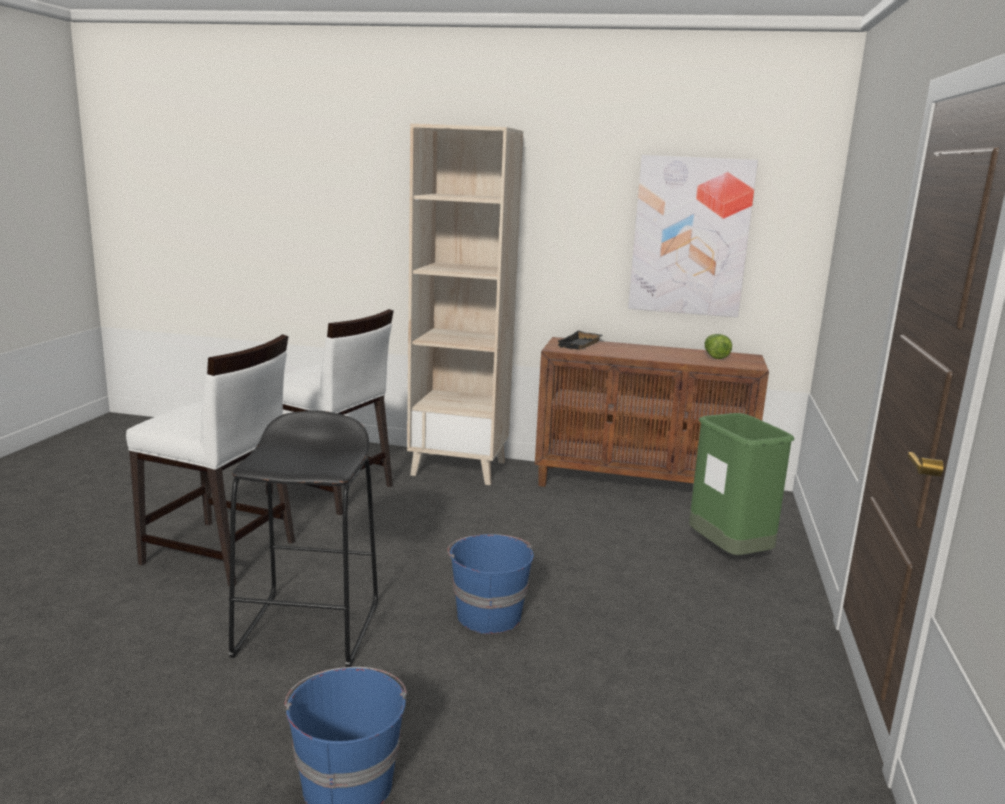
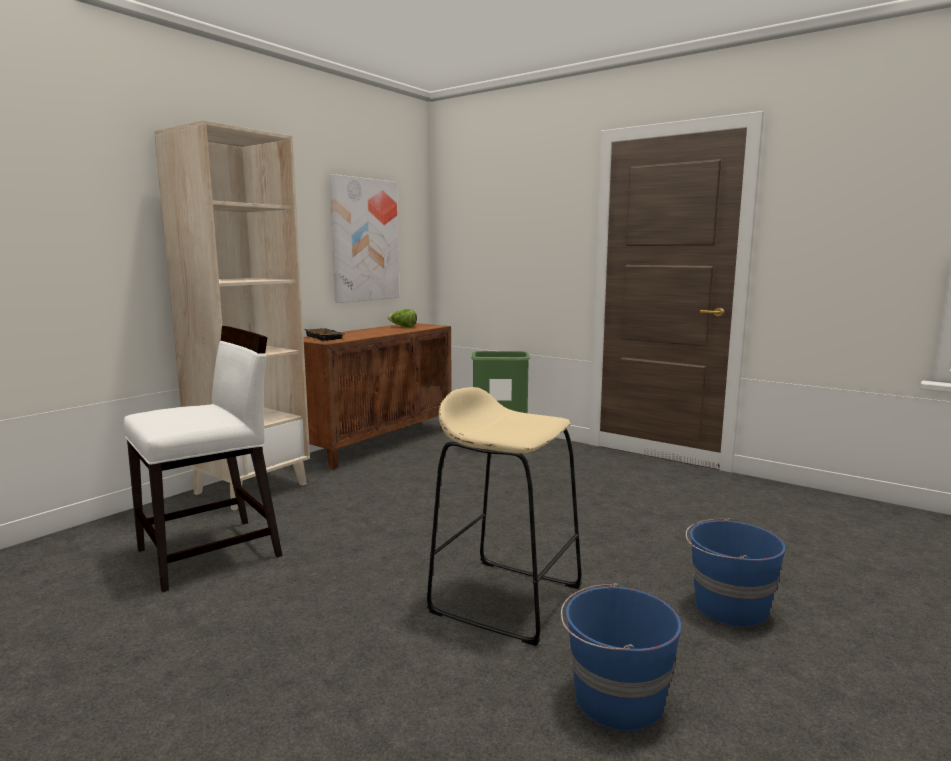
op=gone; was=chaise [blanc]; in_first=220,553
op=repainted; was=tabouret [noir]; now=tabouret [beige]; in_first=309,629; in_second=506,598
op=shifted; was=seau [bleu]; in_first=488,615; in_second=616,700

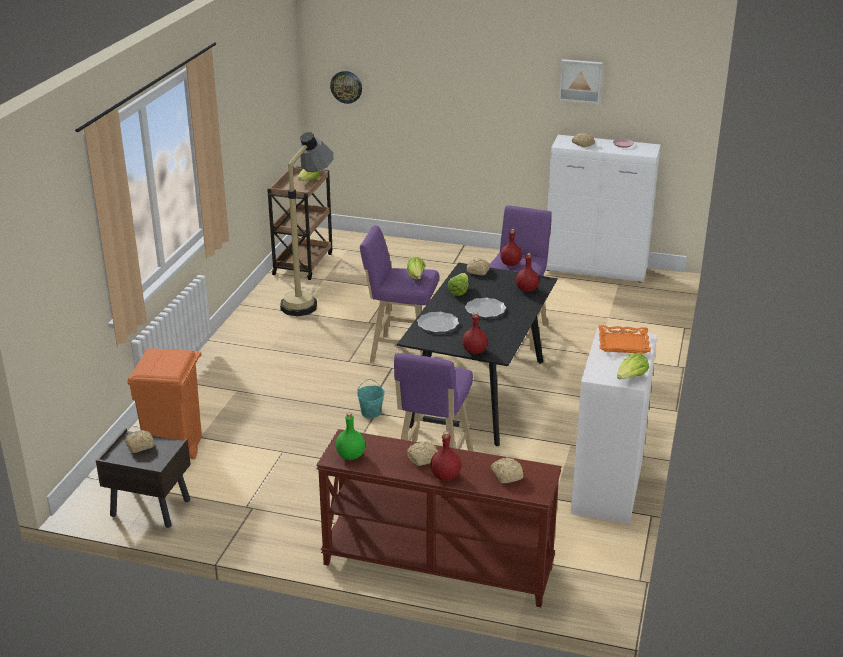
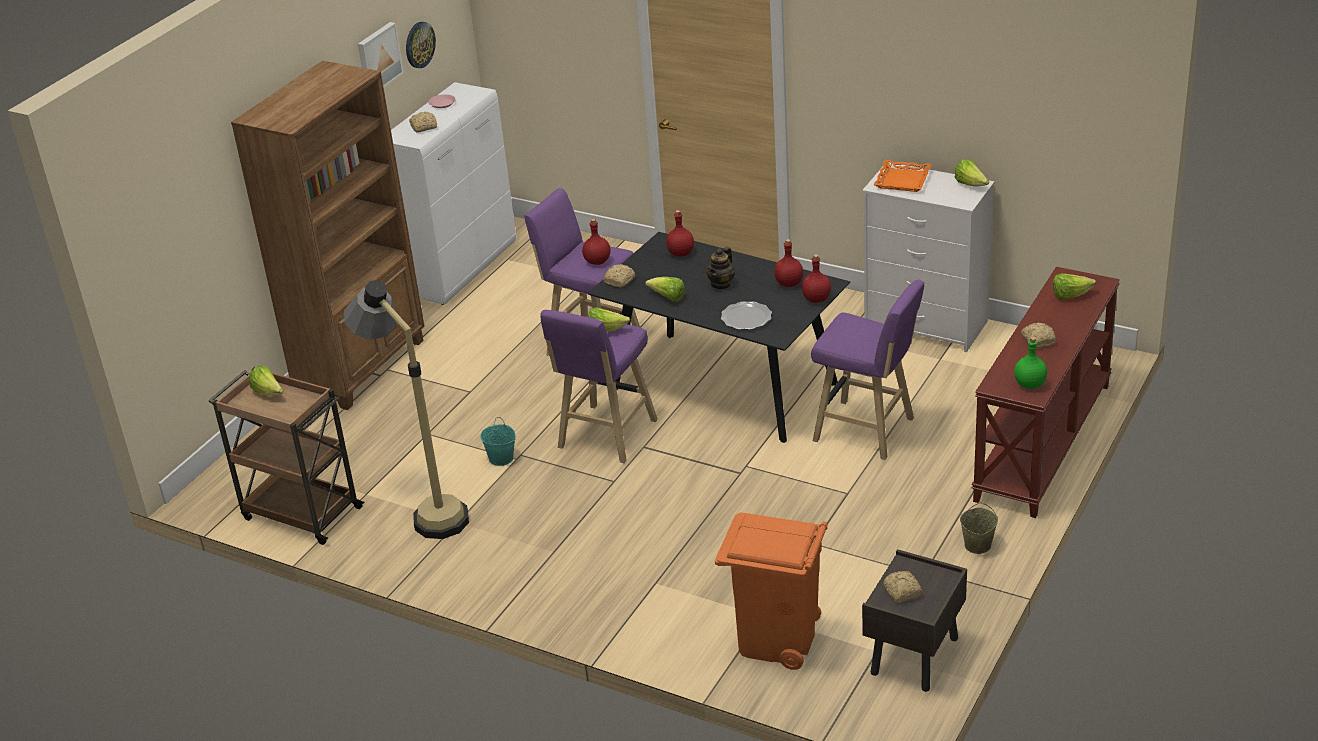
op=shifted; was=horloge murale; in_first=346,87; in_second=419,44
op=shifted; was=seau [turquoise]; in_first=371,413; in_second=501,459
op=shifted; was=bouteille [rouge]; in_first=445,476; in_second=789,283
op=swapped; was=assiette; now=théière; in_first=485,310; in_second=721,284
op=swapped; was=pain; now=laitue; in_first=507,475; in_second=1070,296
op=new; now=bibliothèque [marron]; in_second=362,367
op=new; now=seau [beige]; in_second=977,545

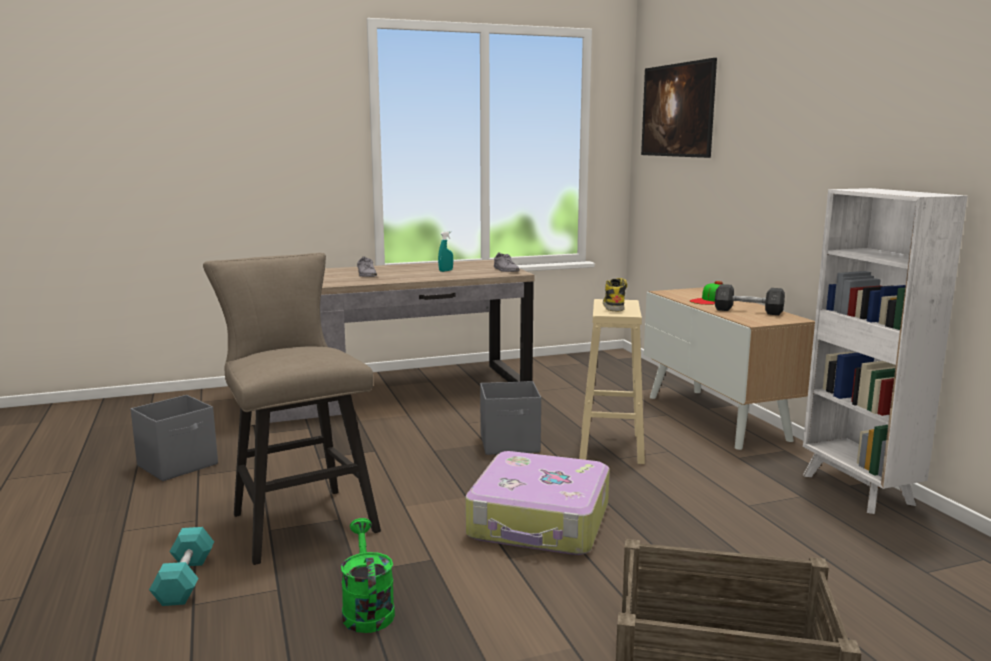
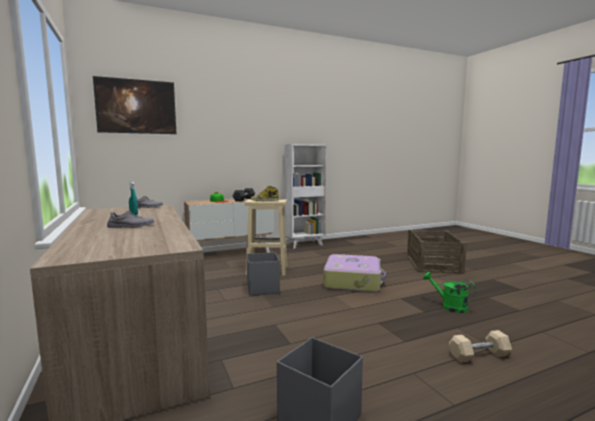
op=repainted; was=haltère [turquoise]; now=haltère [beige]; in_first=185,580; in_second=479,355
op=gone; was=tabouret [beige]; in_first=299,519
op=rotated; was=arrosoir [vert]; in_first=367,609; in_second=449,306; clockwise=60

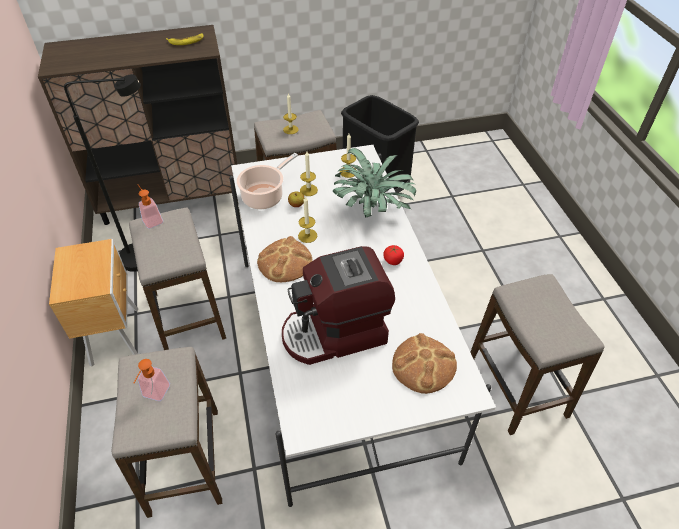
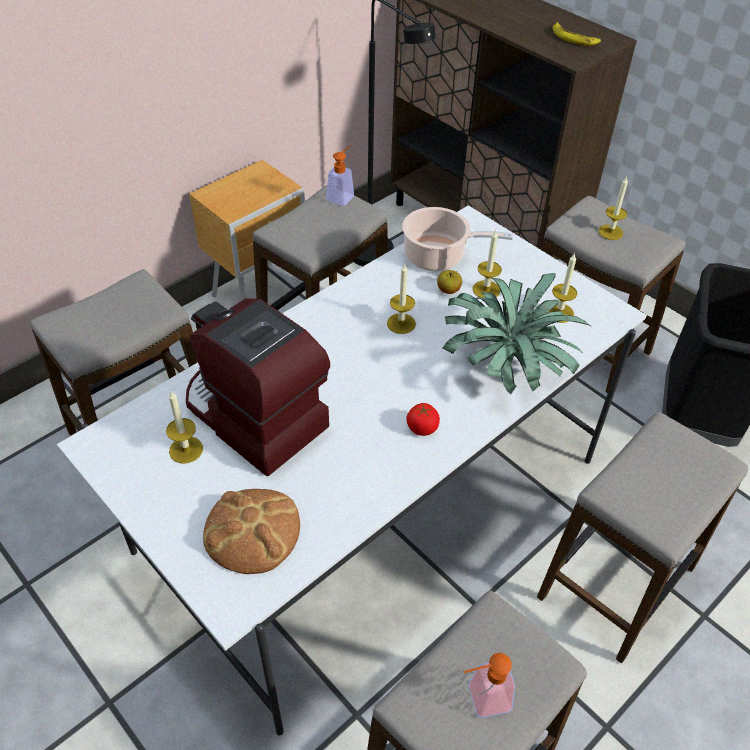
op=shifted; was=distributeur de savon; in_first=154,395; in_second=481,699
op=gone; was=pain; in_first=285,262
op=new; now=bougie; in_second=186,450
op=new; now=tabouret; in_second=617,583

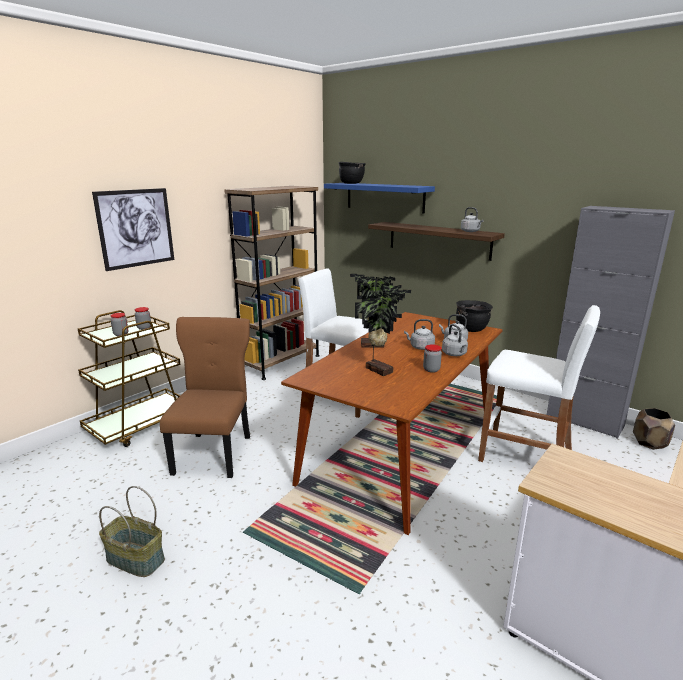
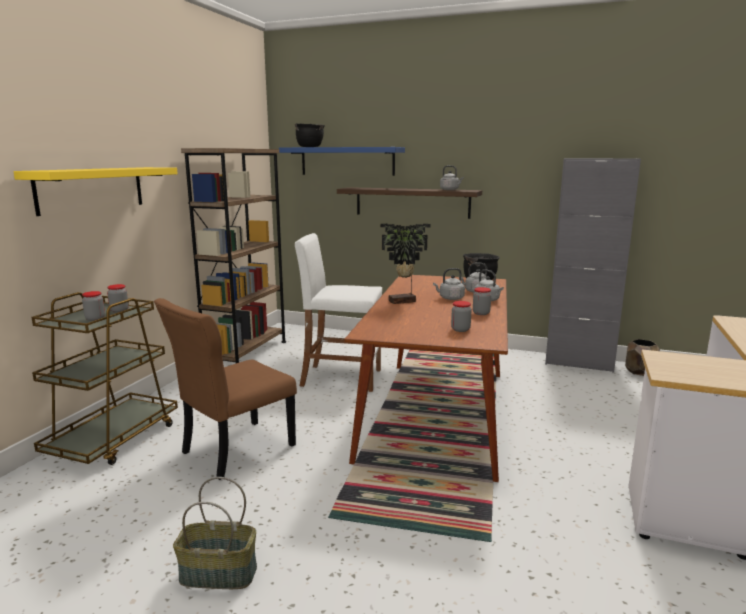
op=swapped; was=tableau; now=étagère [jaune]; in_first=136,228; in_second=91,189
op=rotated; was=chaise [marron]; in_first=214,452; in_second=234,450; clockwise=-120
op=gone; was=plante en pot; in_first=380,369
op=gone; was=tabouret [blanc]; in_first=526,457
op=new; now=bocal; in_second=460,329

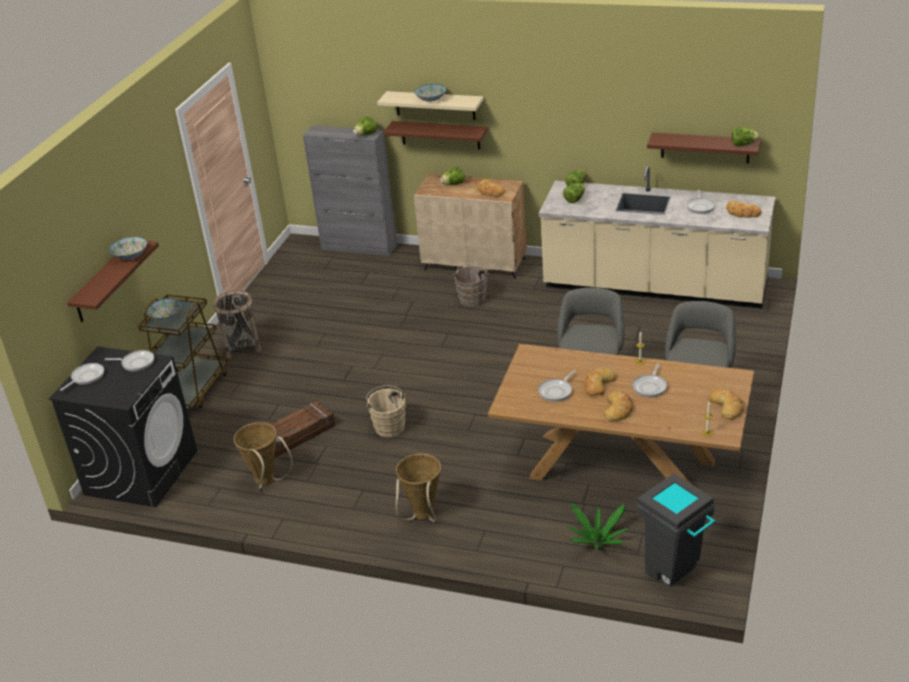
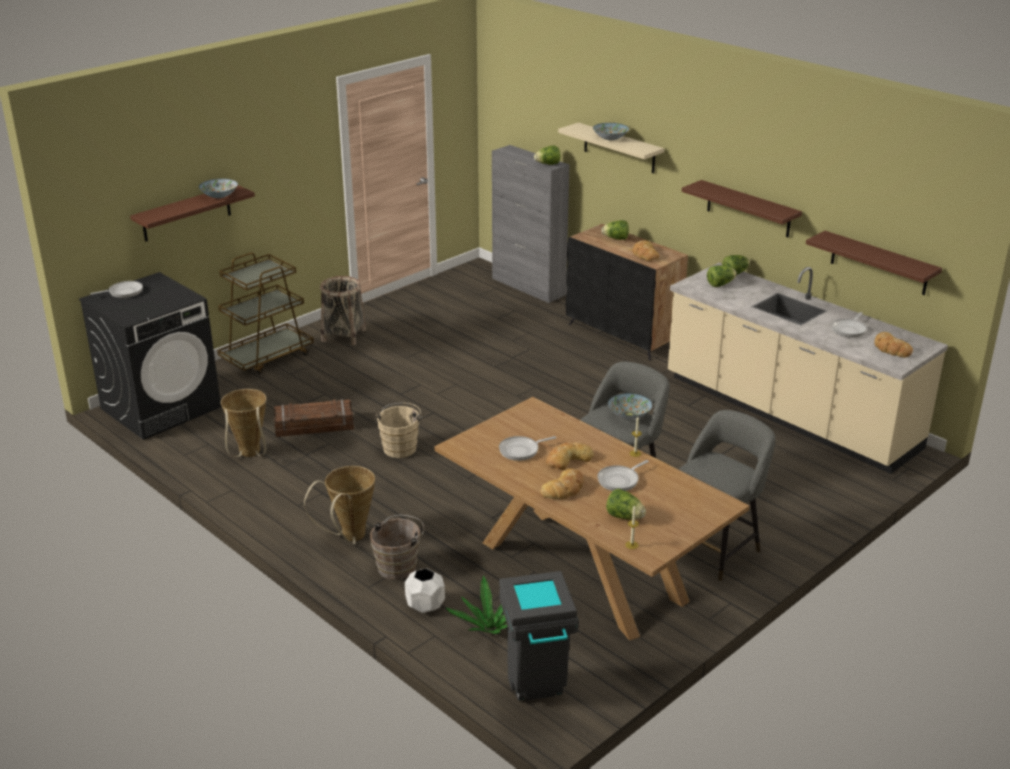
op=gone; was=poêle; in_first=136,363
op=shifted; was=bol; in_first=166,317; in_second=629,415
op=shifted; was=étagère [marron]; in_first=440,135; in_second=748,209
op=repainted; was=meuble de rangement [beige]; now=meuble de rangement [noir]; in_first=475,264; in_second=623,335
op=shifted; was=seau [marron]; in_first=473,298; in_second=399,566
op=gone; was=pain; in_first=727,406
op=shifted; was=laitue; in_first=743,145; in_second=624,517
op=new; now=cache-pot [blanc]; in_second=424,605

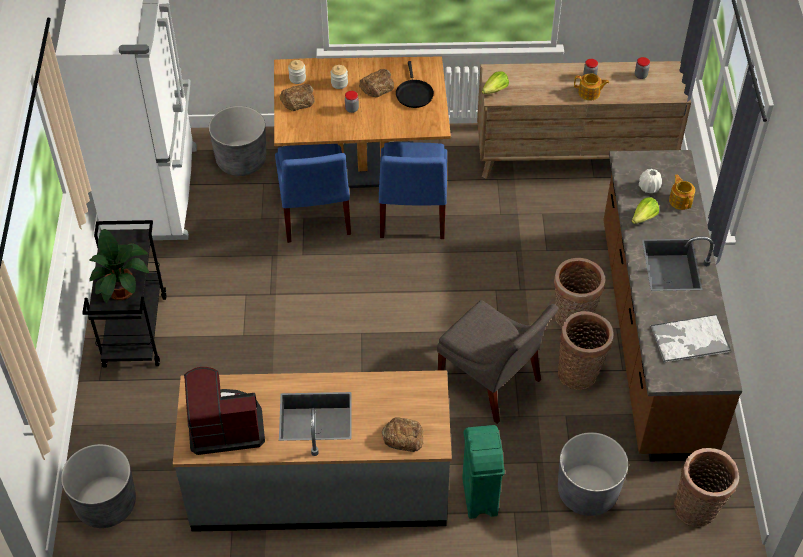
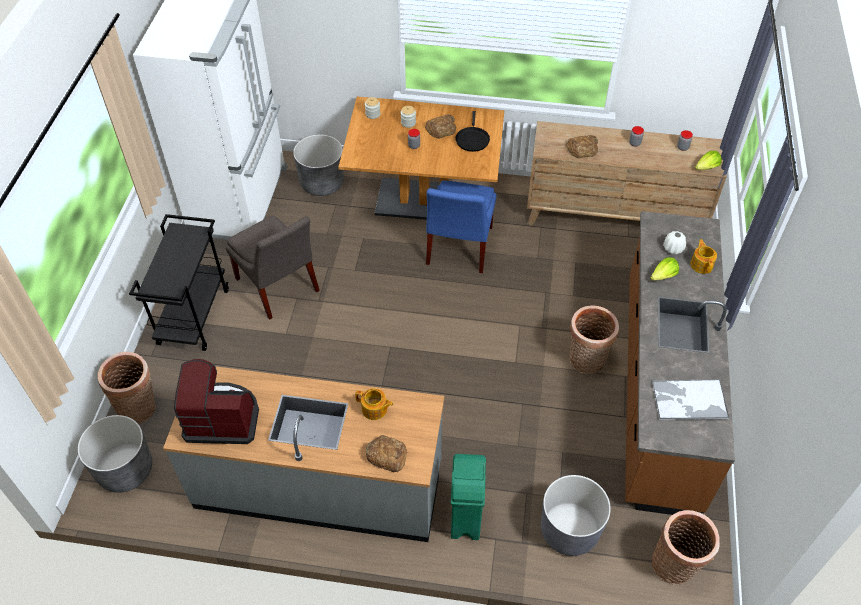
op=gone; was=plante en pot; in_first=122,287
op=gone; was=chaise [bleu]; in_first=314,215
op=shifted; was=pain; in_first=298,100; in_second=582,149
op=shifted; was=chaise [gris]; in_first=492,383; in_second=278,287
op=shifted; was=laitue; in_first=495,90; in_second=707,168
op=shifted; was=panier; in_first=580,372; in_second=139,408
op=shifted; was=théière; in_first=589,93; in_second=375,409

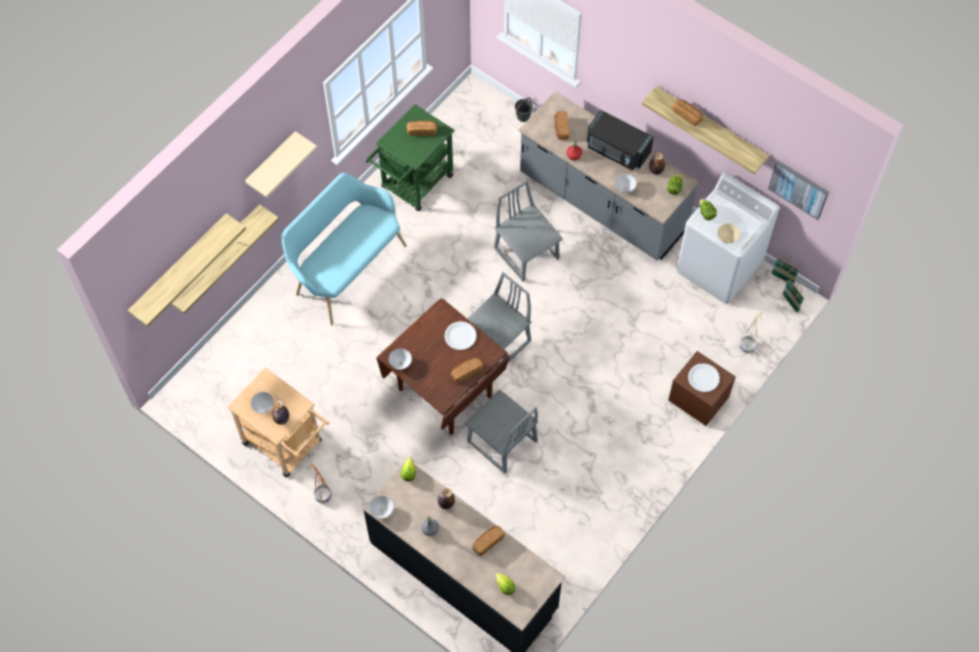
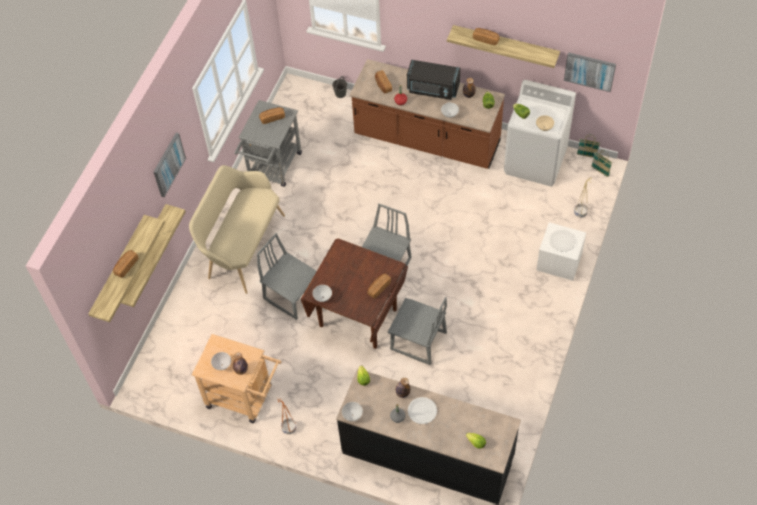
op=swapped; was=étagère [beige]; now=tableau; in_first=271,162; in_second=168,164
op=repainted; was=banc [turquoise]; now=banc [beige]; in_first=346,269; in_second=242,247
op=repainted; was=chariot [vert]; now=chariot [gris]; in_first=413,185; in_second=272,169
op=shifted; was=assiette [blanc]; in_first=460,336; in_second=422,411
op=shifted; was=pain; in_first=488,542; in_second=126,266
op=shifted; was=chaise [gris]; in_first=527,253; in_second=292,295
op=repainted; was=comptoir de cuisine [gris]; now=comptoir de cuisine [marron]; in_first=602,203; in_second=427,140
op=repainted; was=table de chevet [marron]; now=table de chevet [blanc]; in_first=698,399; in_second=559,262

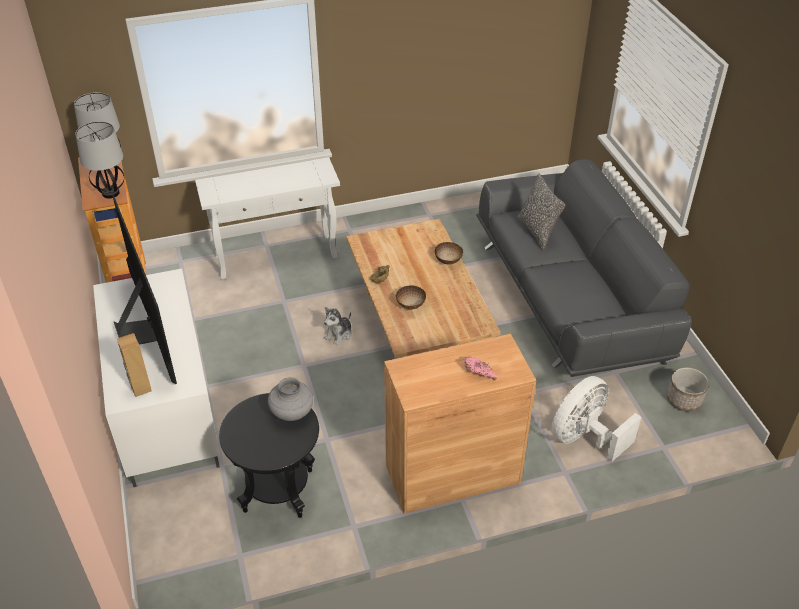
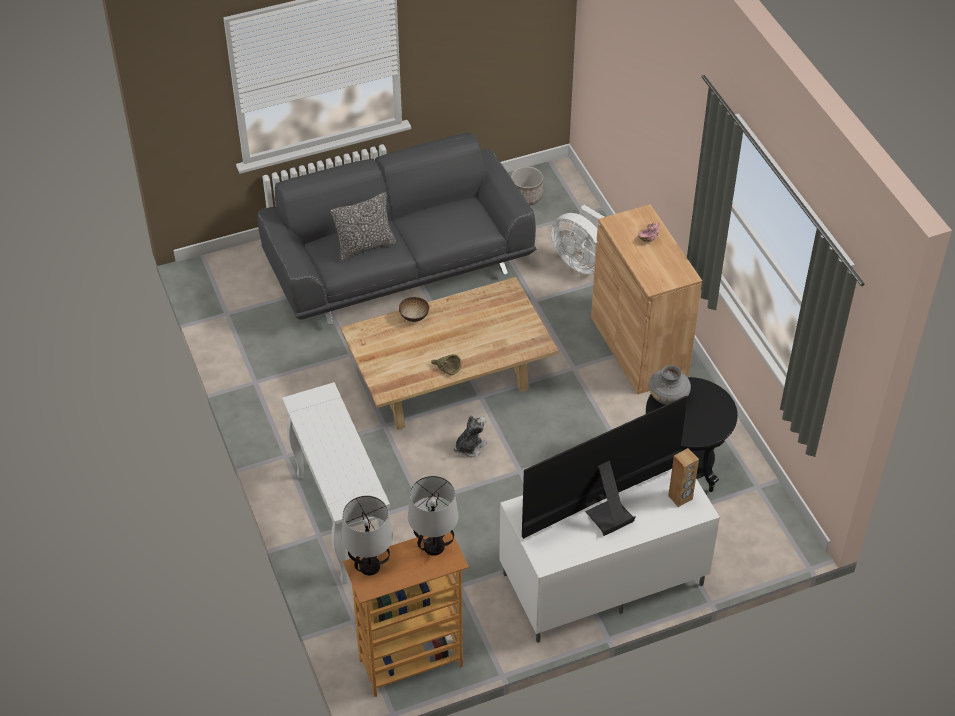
op=rotated; was=peluche; in_first=339,334; in_second=469,446; clockwise=-75
op=gone; was=bol; in_first=410,305

